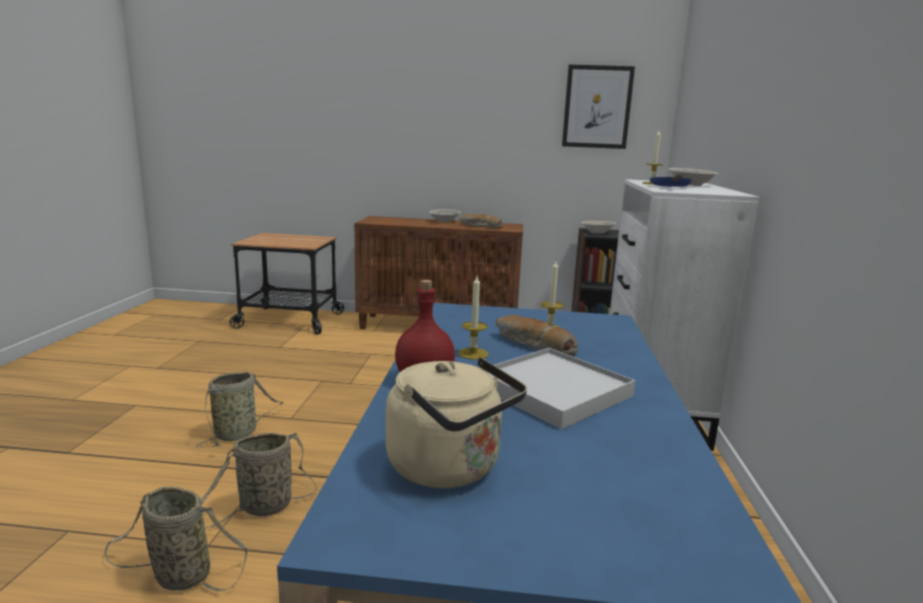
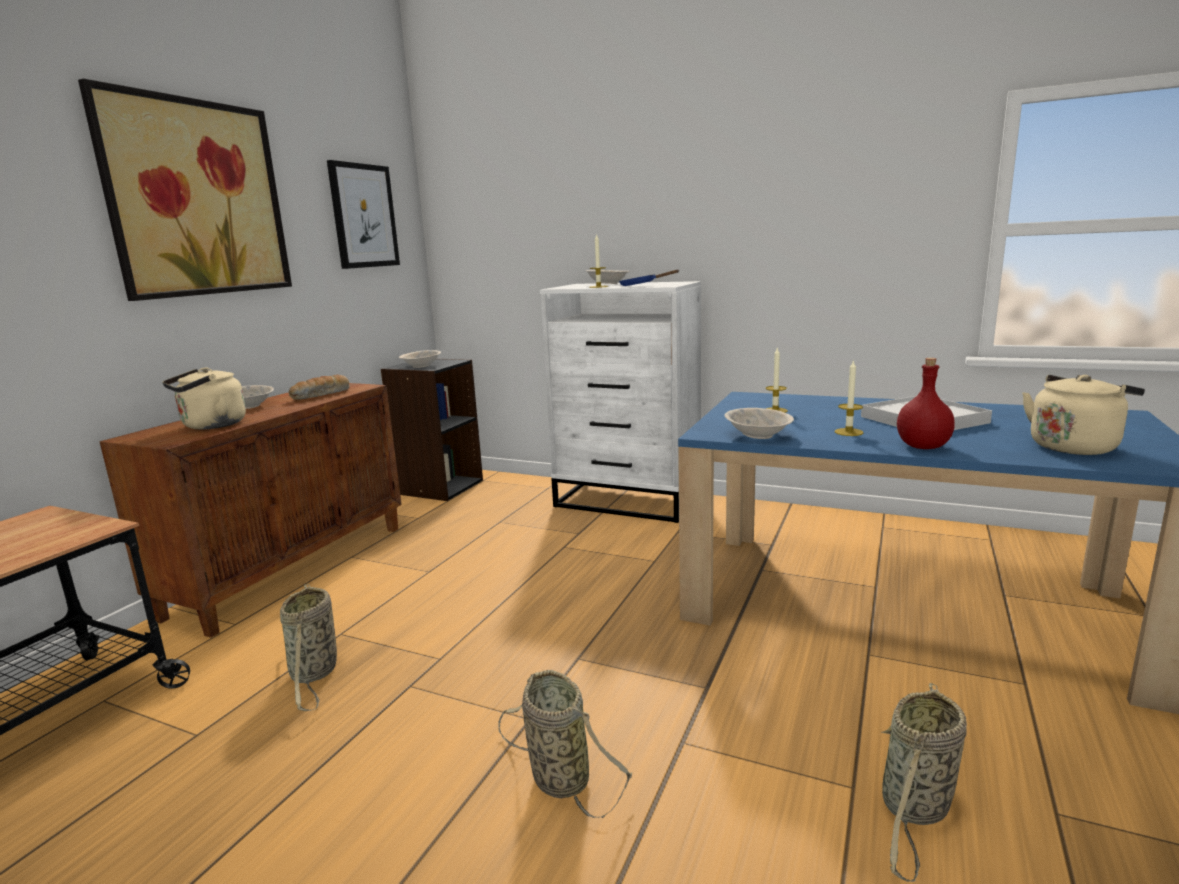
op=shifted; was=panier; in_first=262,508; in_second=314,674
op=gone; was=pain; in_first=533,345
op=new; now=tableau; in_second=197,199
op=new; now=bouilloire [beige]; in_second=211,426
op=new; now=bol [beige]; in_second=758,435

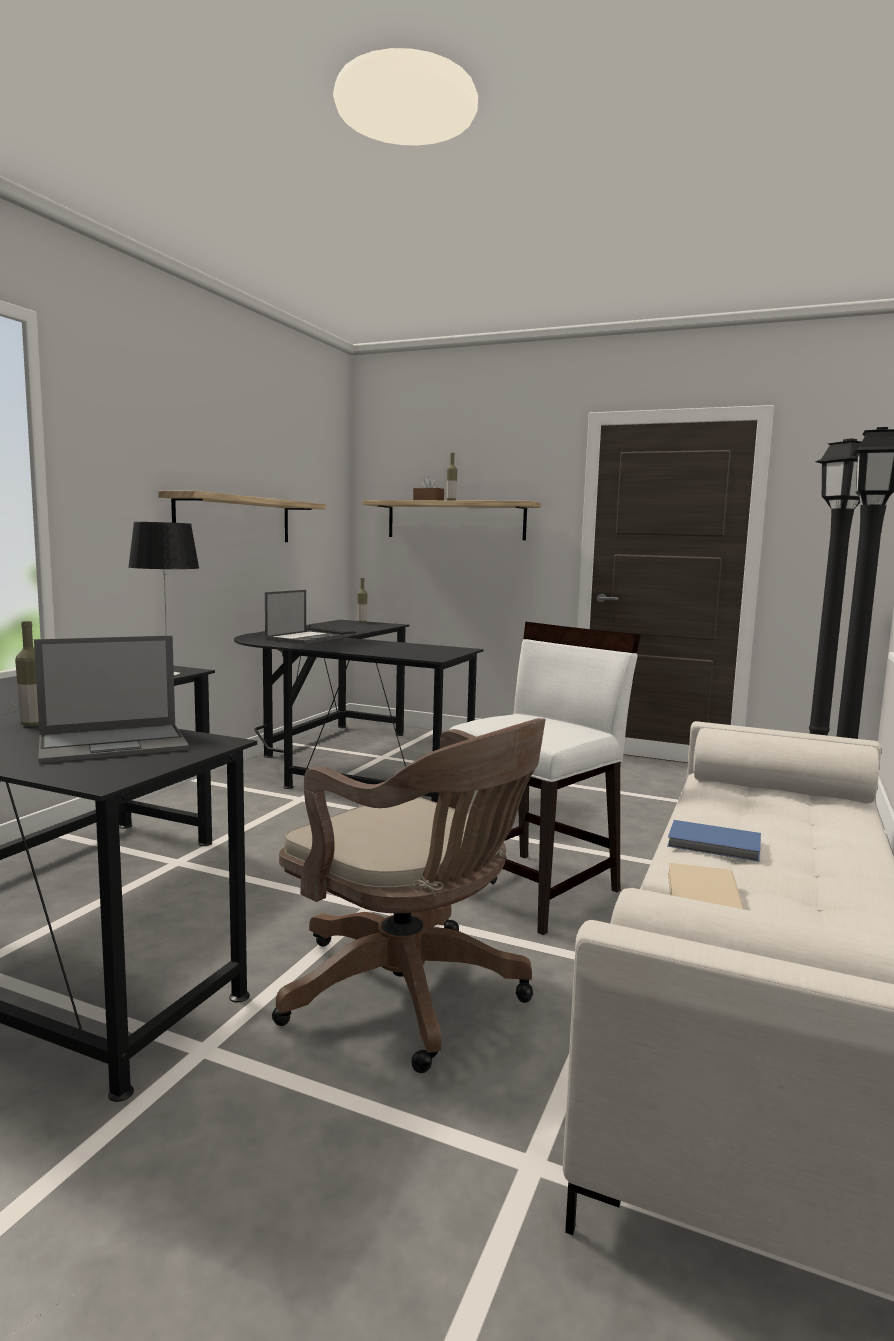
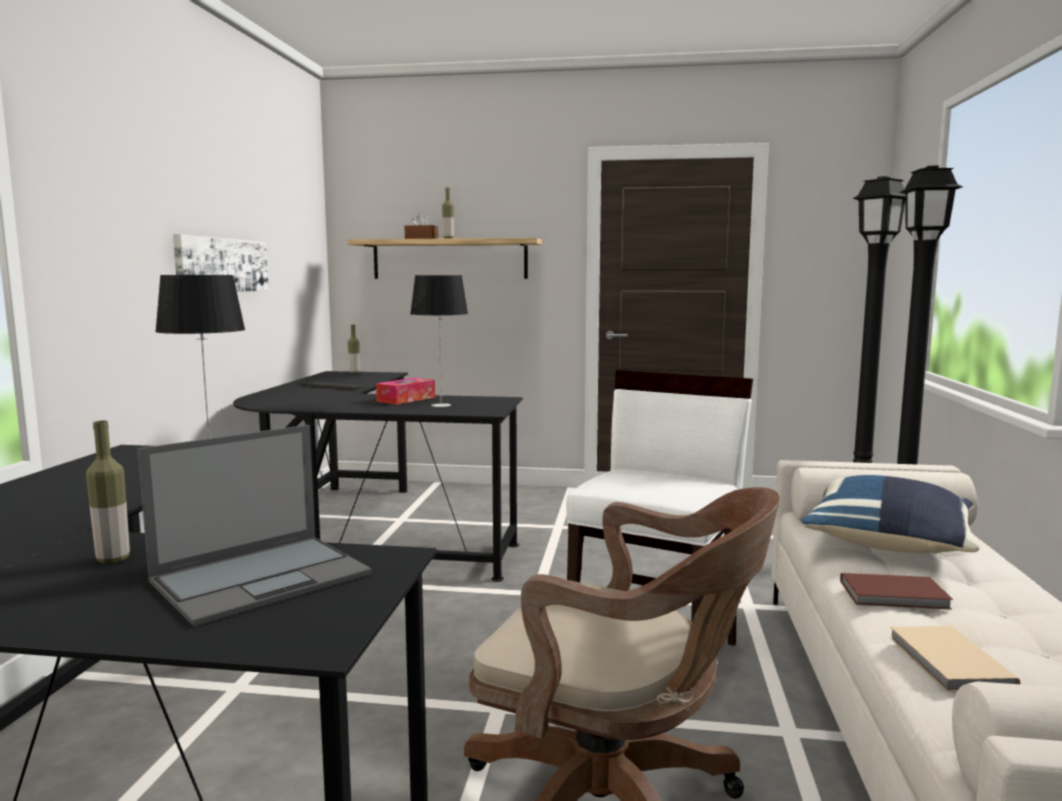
op=swapped; was=étagère; now=tableau; in_first=235,519; in_second=222,265
op=gone; was=ordinateur portable; in_first=305,638
op=repainted; was=livre [bleu]; now=livre [marron]; in_first=715,845; in_second=895,596
op=new; now=boîte à mouchoirs; in_second=406,399
op=new; now=lampe de table; in_second=440,405
op=new; now=coussin [bleu]; in_second=889,545

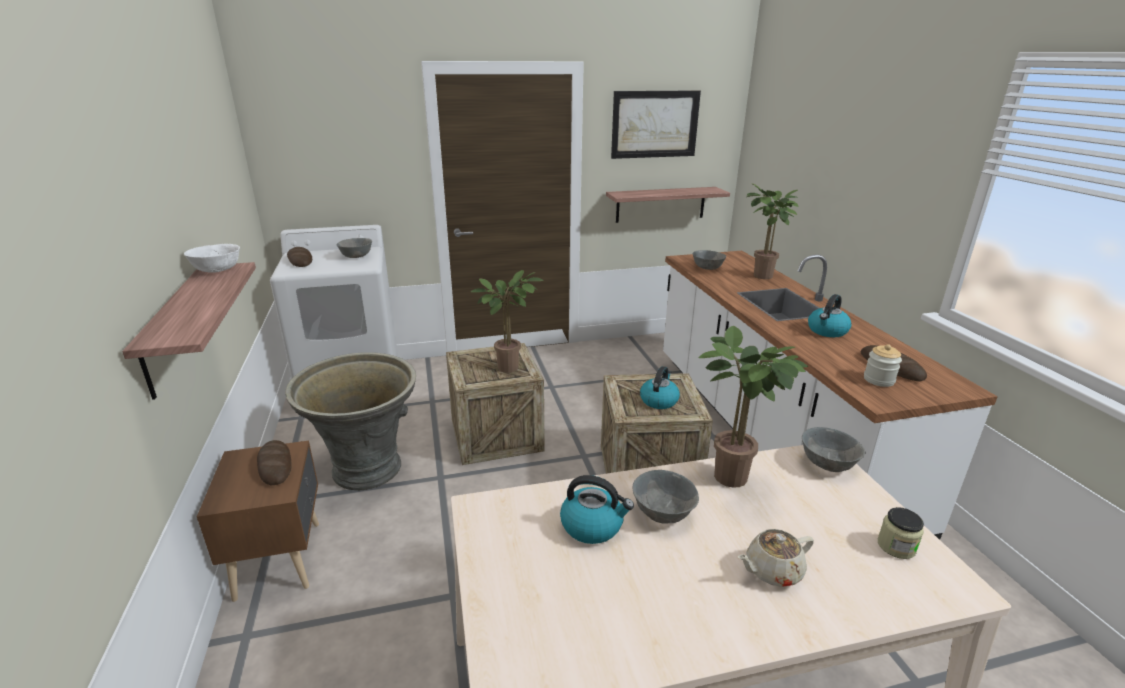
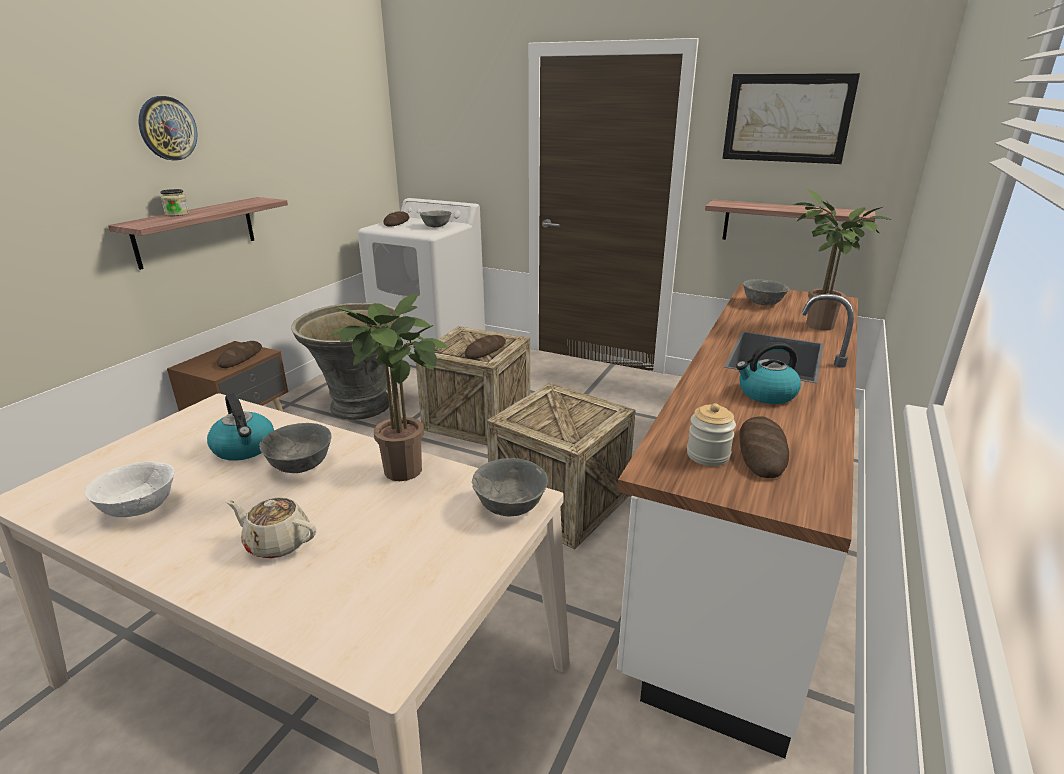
op=shifted; was=bol [blanc]; in_first=217,270; in_second=140,507
op=swapped; was=plante en pot; now=pain; in_first=510,366; in_second=485,350
op=gone; was=bouilloire; in_first=659,400
op=shifted; was=bocal; in_first=896,546; in_second=177,214
op=new; now=horloge murale; in_second=167,128

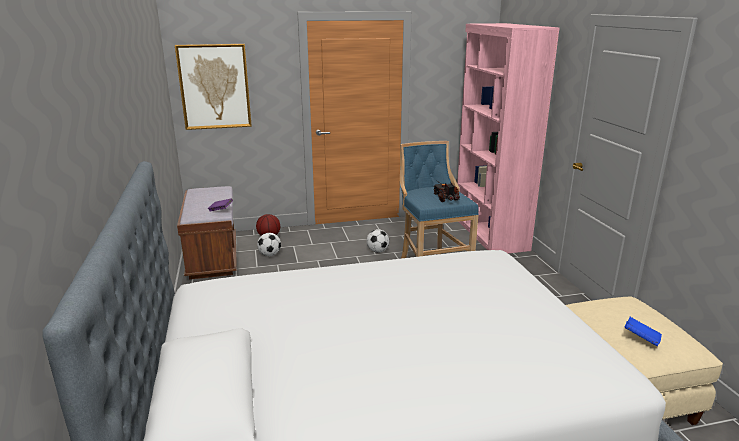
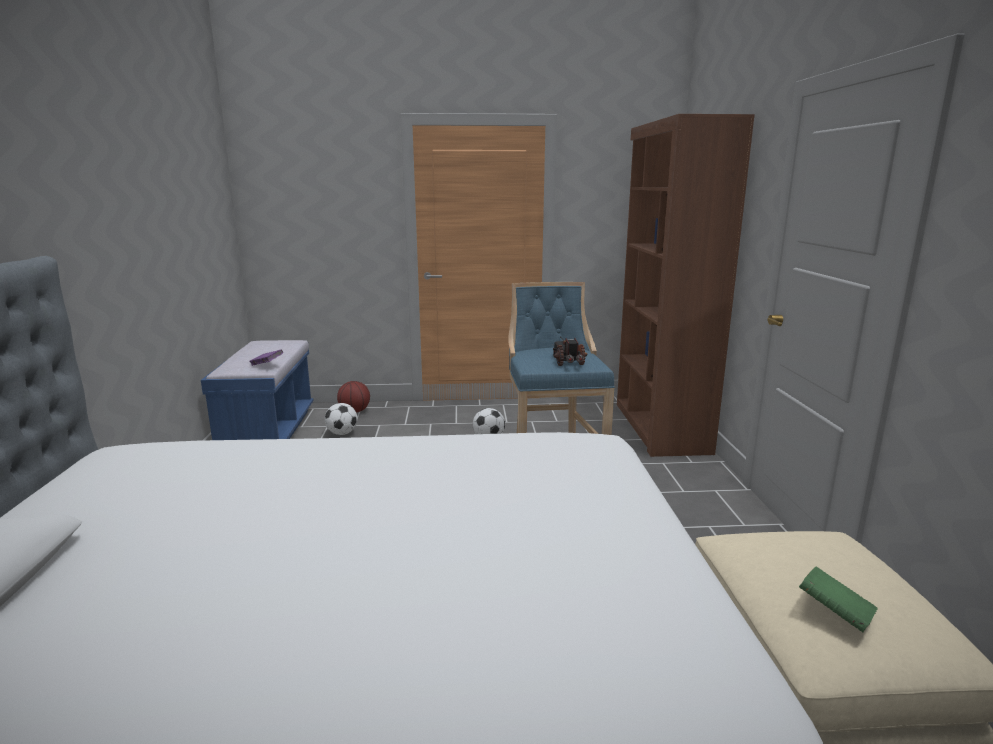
op=gone; was=tableau; in_first=214,87
op=repainted; was=banc [marron]; now=banc [bleu]; in_first=213,257; in_second=268,431
op=repainted; was=bibliothèque [rose]; now=bibliothèque [marron]; in_first=489,233; in_second=659,427
op=repainted; was=livre [bleu]; now=livre [vert]; in_first=641,339; in_second=834,613

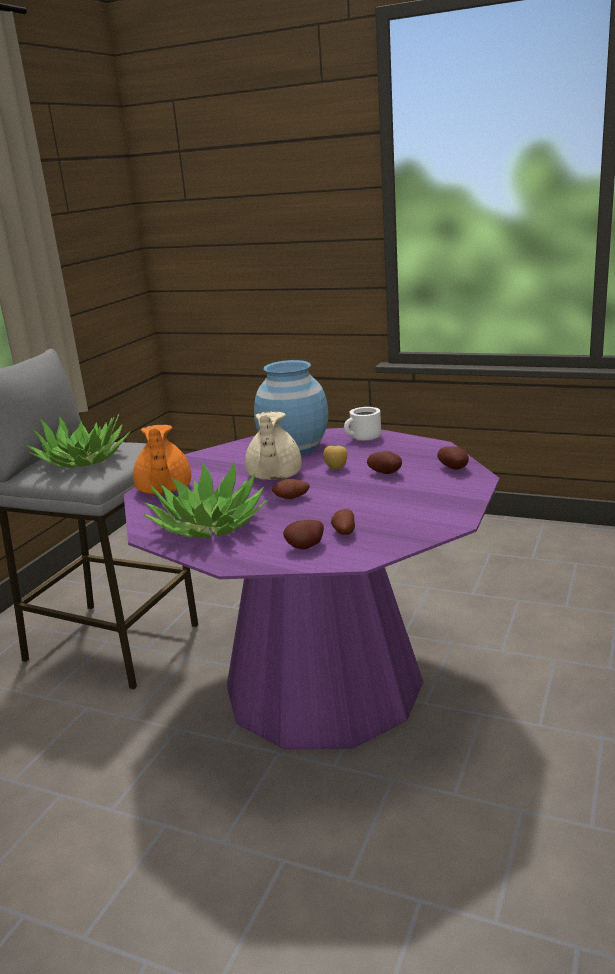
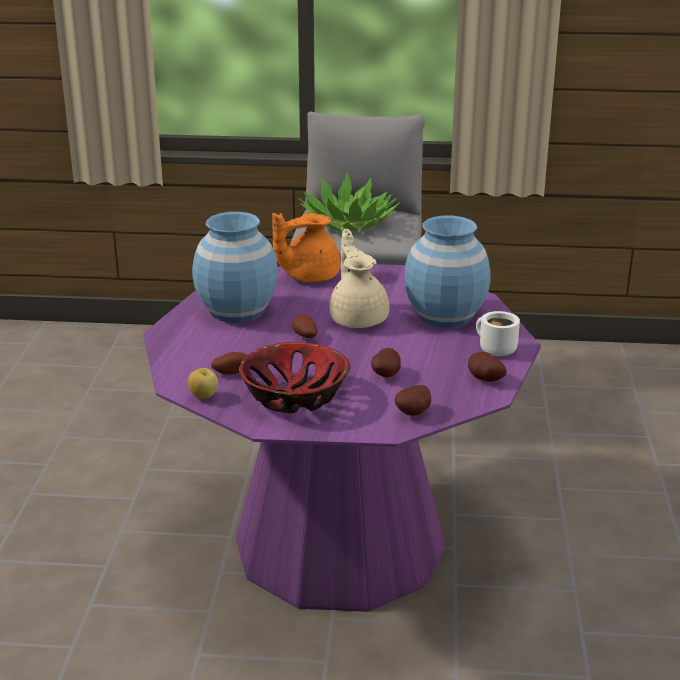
op=swapped; was=plante en pot; now=vase [bleu]; in_first=209,525; in_second=236,310
op=rotated; was=théière [beige]; in_first=273,476; in_second=358,318; clockwise=90
op=shifted; was=pomme de terre; in_first=306,548; in_second=484,380
op=shifted; was=pomme; in_first=336,468; in_second=204,396
op=new; now=bol; in_second=294,396

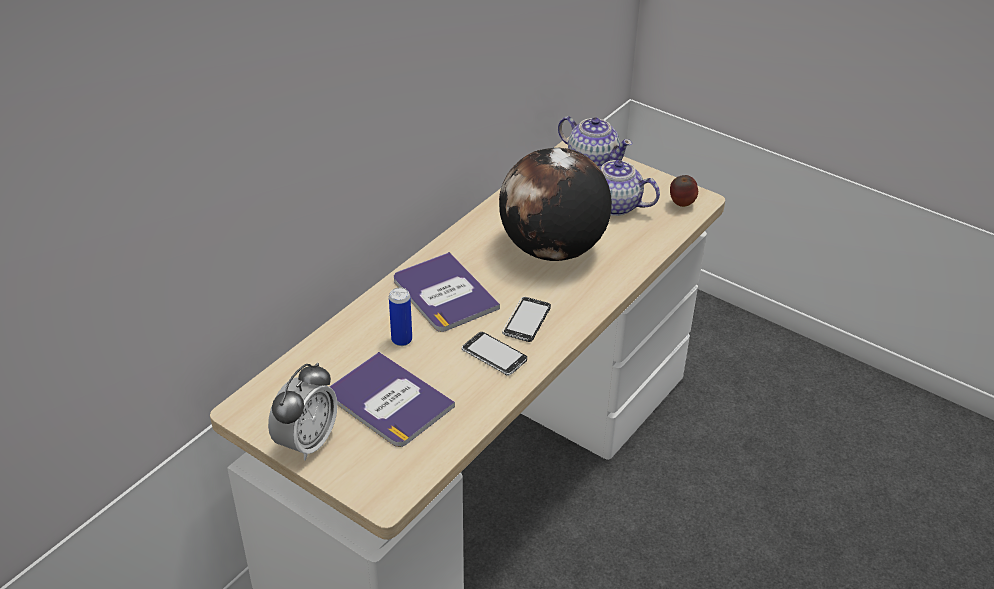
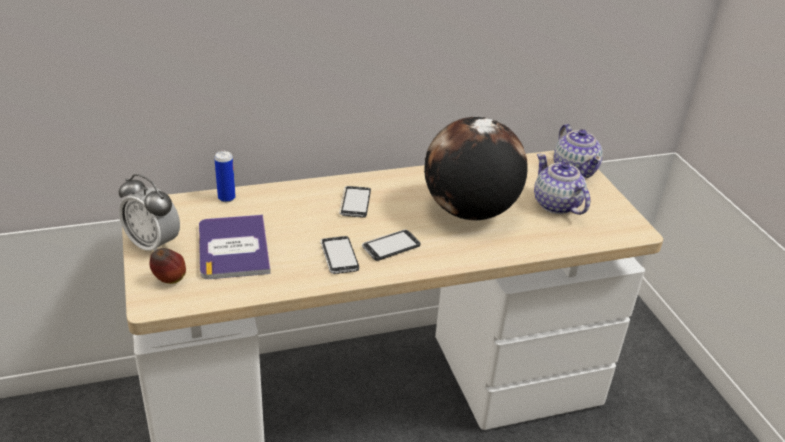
op=rotated; was=réveil; in_first=307,442; in_second=153,245; clockwise=60
op=shifted; was=boîte métallique; in_first=401,340; in_second=226,198
op=swapped; was=livre; now=téléphone; in_first=444,293; in_second=355,203
op=shifted; was=pomme; in_first=681,205; in_second=170,281

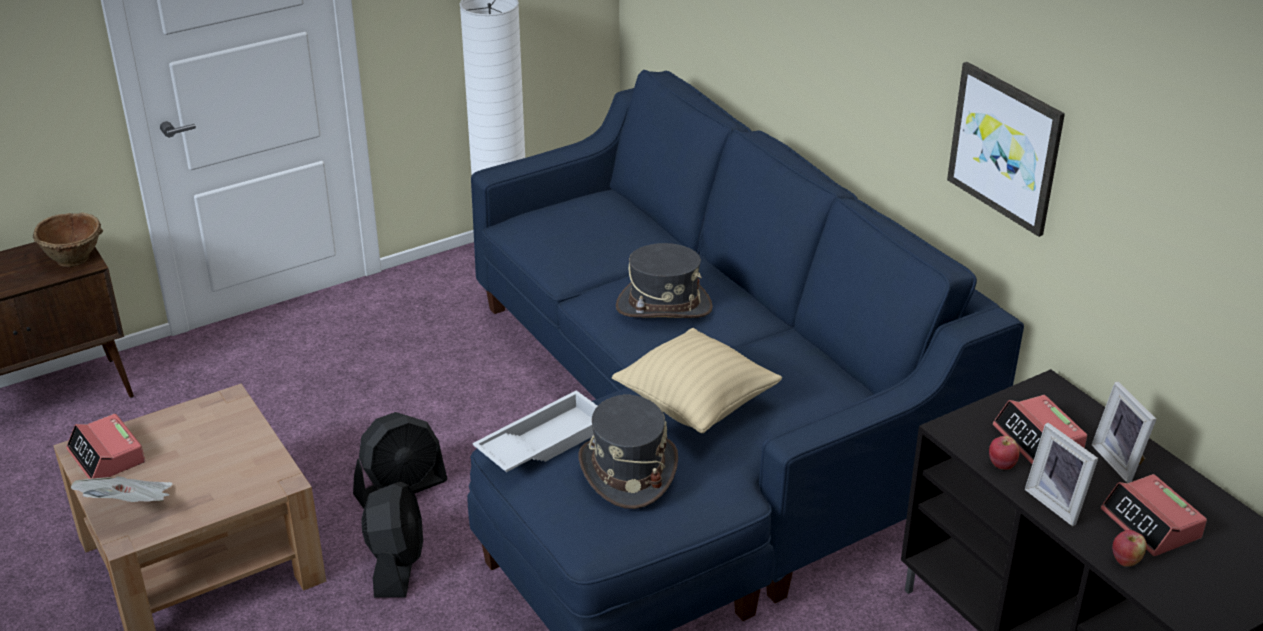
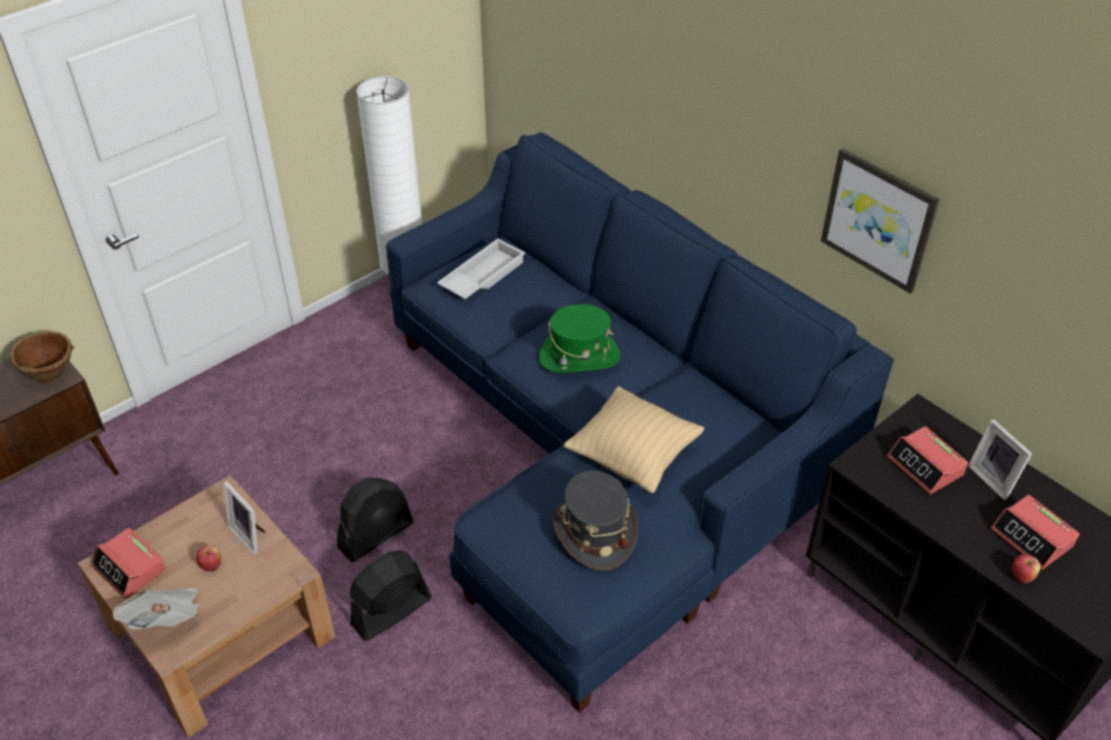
op=rotated; was=ventilateur [noir]; in_first=396,564; in_second=391,611; clockwise=-120
op=shifted; was=plateau [blanc]; in_first=542,441; in_second=482,276
op=repainted; was=chapeau [gris]; now=chapeau [vert]; in_first=663,307; in_second=579,357
op=shifted; was=pomme; in_first=1001,465; in_second=211,566
op=shifted; was=cadre photo; in_first=1058,503; in_second=250,534

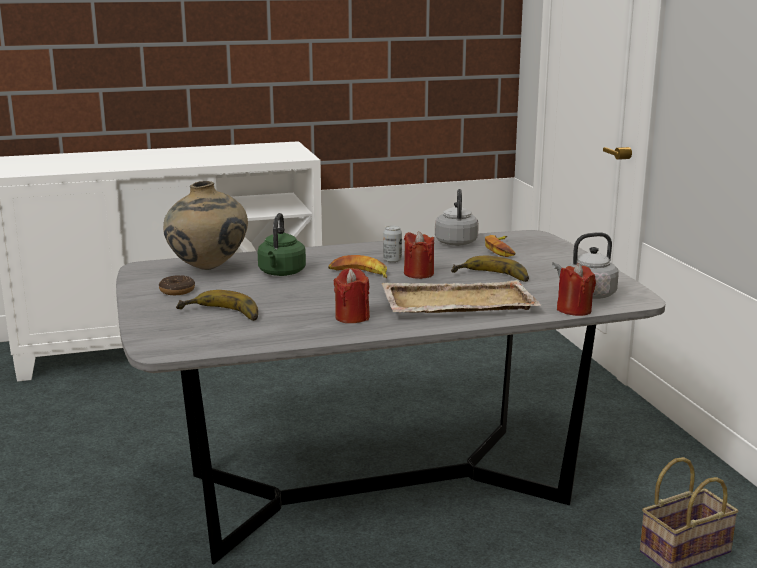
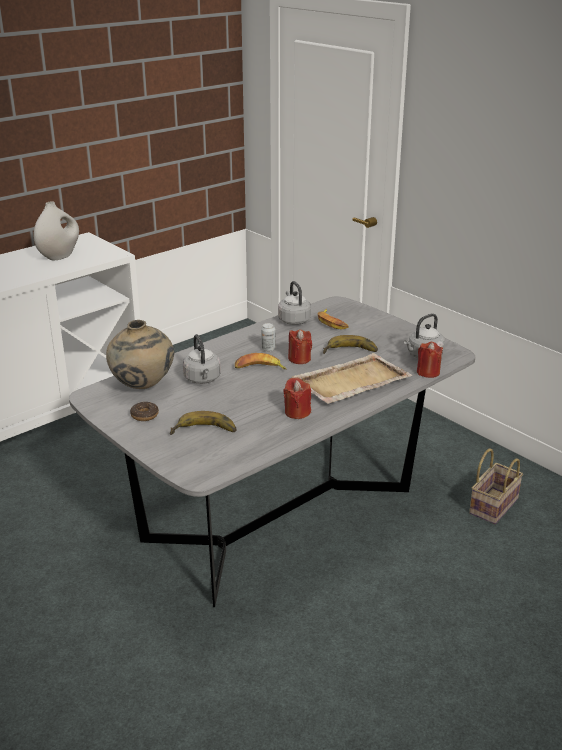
op=repainted; was=bouilloire [vert]; now=bouilloire [gris]; in_first=281,273; in_second=202,379
op=new; now=vase [blanc]; in_second=59,256

